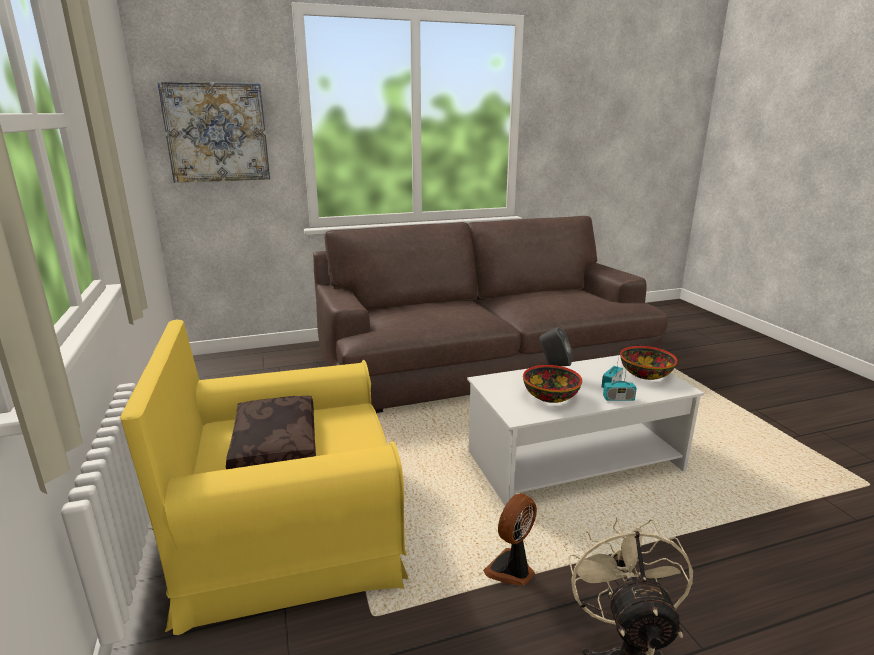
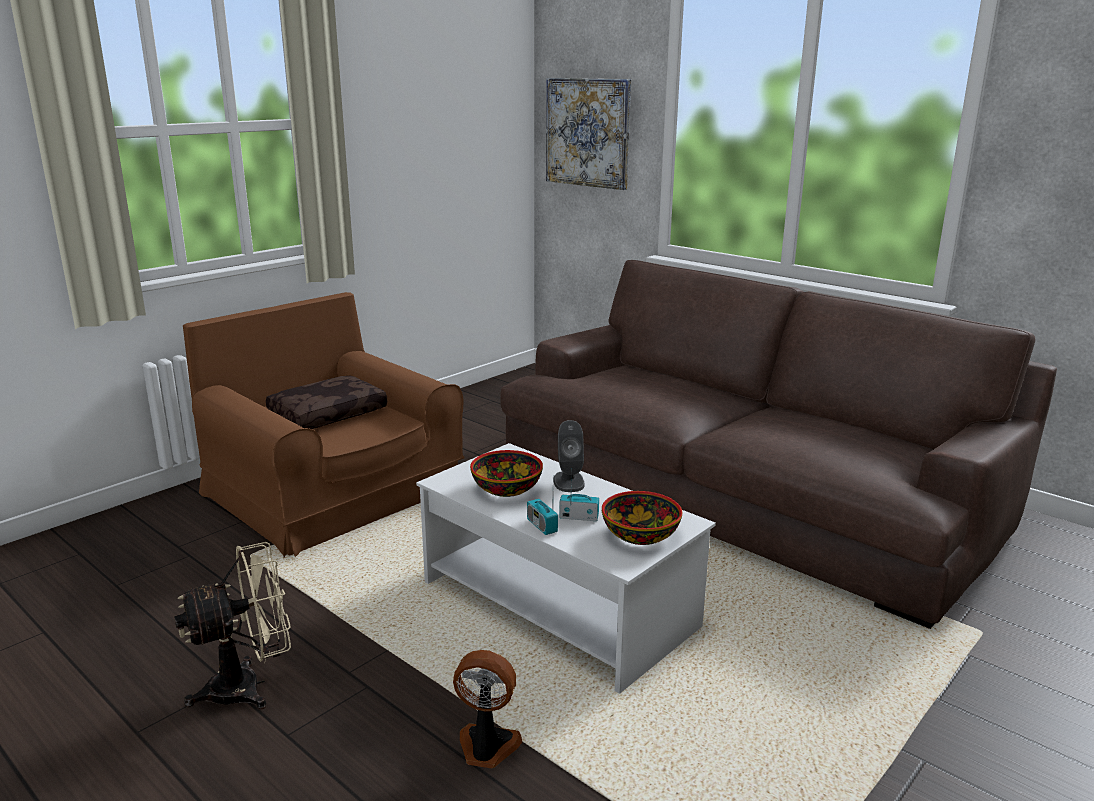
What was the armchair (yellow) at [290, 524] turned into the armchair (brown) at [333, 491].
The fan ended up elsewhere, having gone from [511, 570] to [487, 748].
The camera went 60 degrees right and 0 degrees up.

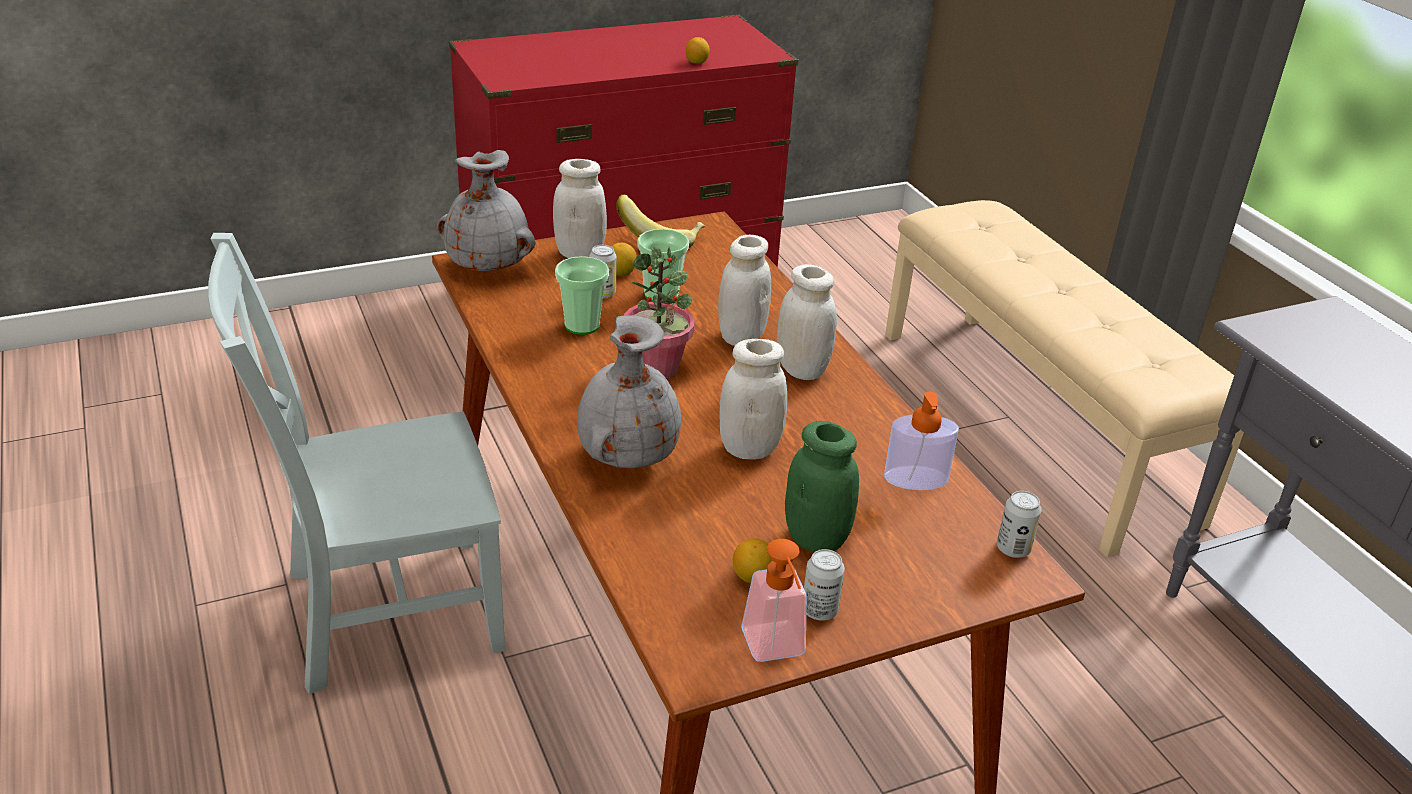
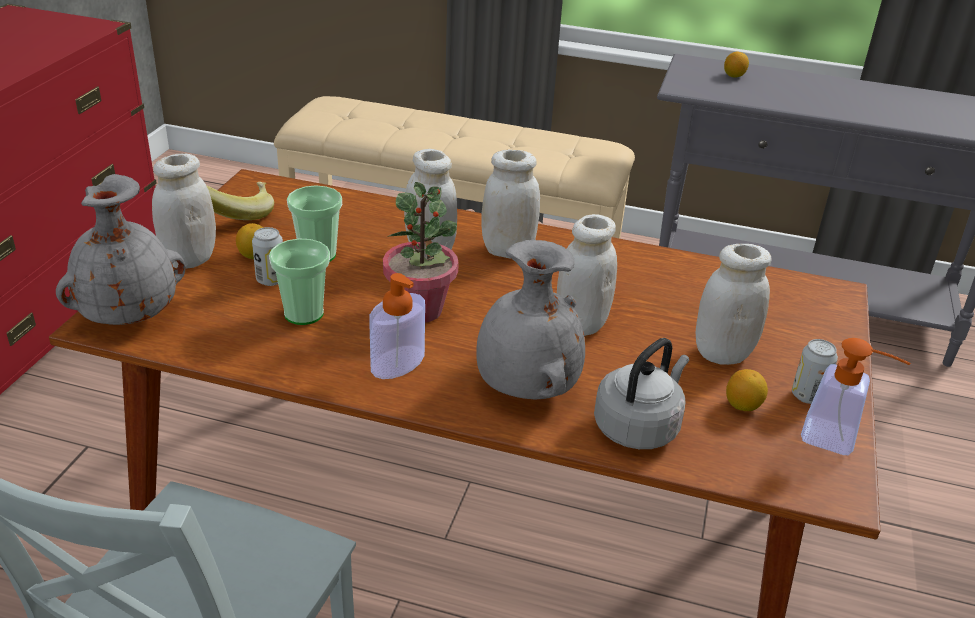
The lemon ended up elsewhere, having gone from [697, 62] to [734, 76].
The soap dispenser ended up elsewhere, having gone from [916, 478] to [398, 362].
What was the jar (green) at [816, 539] turned into the jar (white) at [722, 353].
The second view lost the can at [1013, 549].
The second view gained the kettle (grey) at [638, 427].
The camera went 50 degrees left and 0 degrees up.

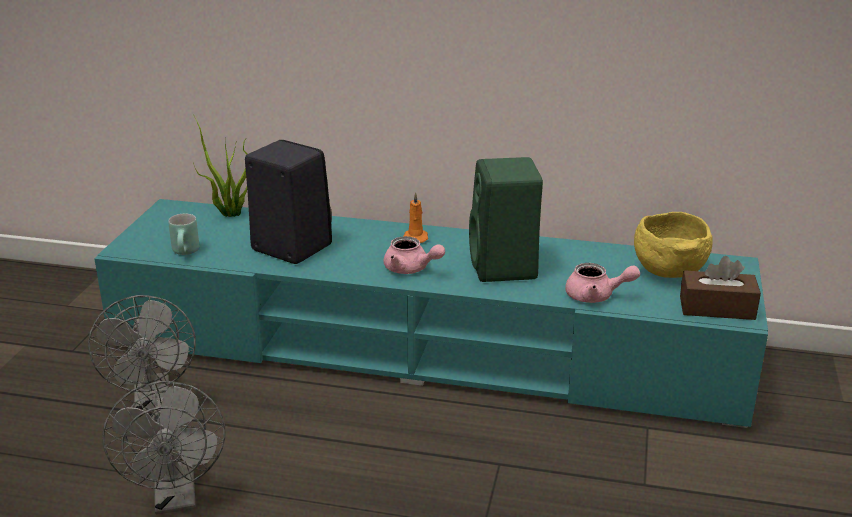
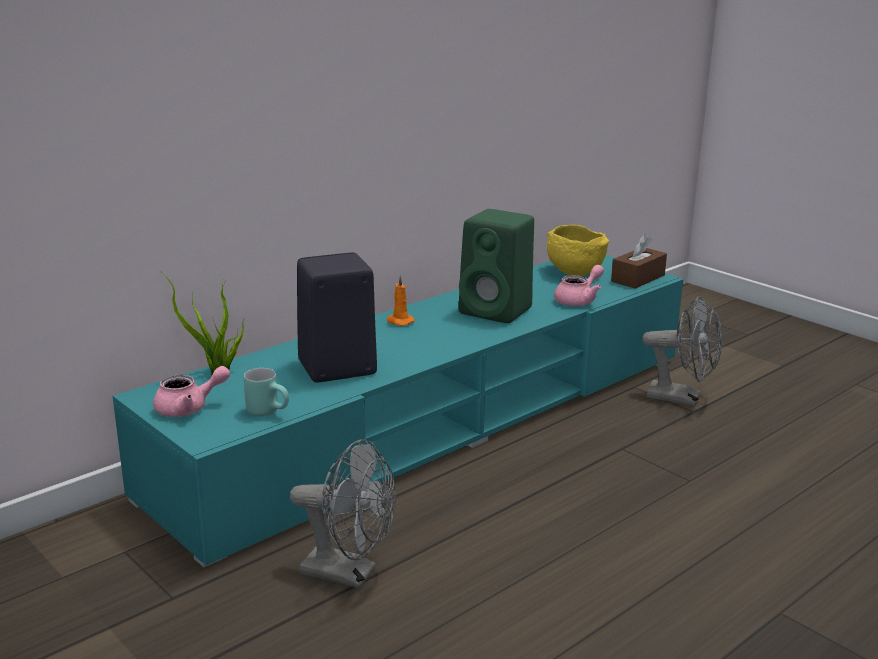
The teapot (pink) ended up elsewhere, having gone from [411, 269] to [189, 408].
The fan (grey) ended up elsewhere, having gone from [176, 498] to [682, 398].
The camera went 55 degrees left and 5 degrees down.

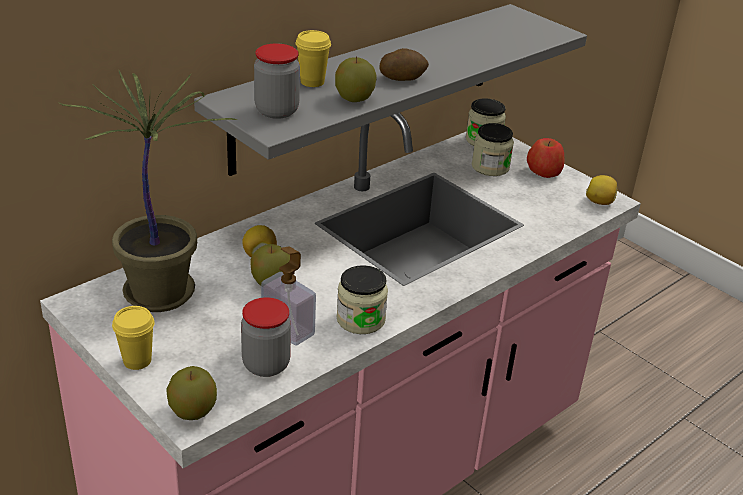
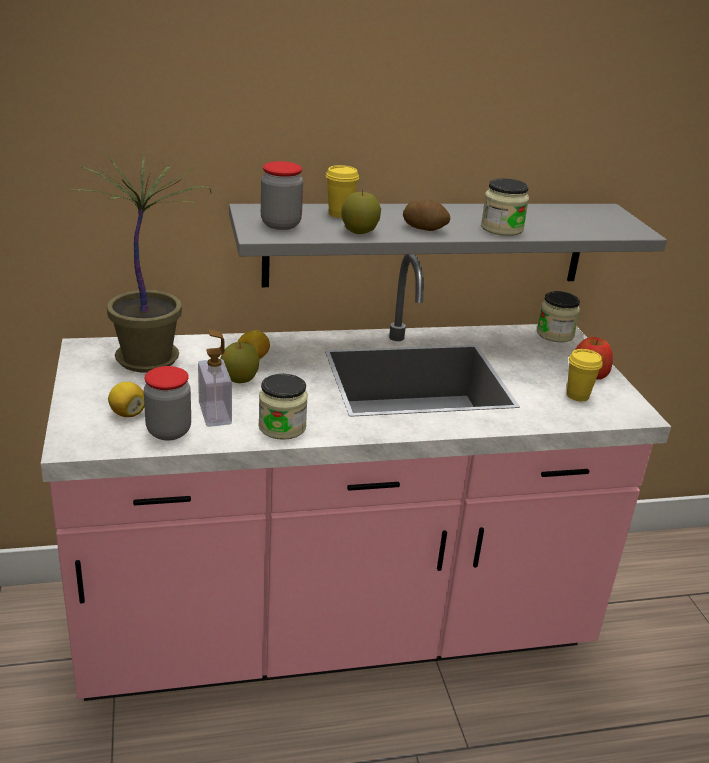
The jar ended up elsewhere, having gone from [490, 167] to [501, 228].
The lemon ended up elsewhere, having gone from [599, 202] to [127, 413].
The cup (yellow) ended up elsewhere, having gone from [137, 360] to [577, 395].
The second view lost the apple at [193, 411].
The camera went 30 degrees right and 5 degrees down.

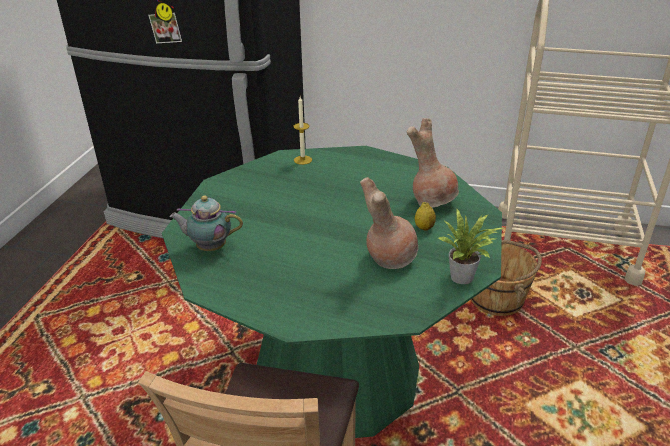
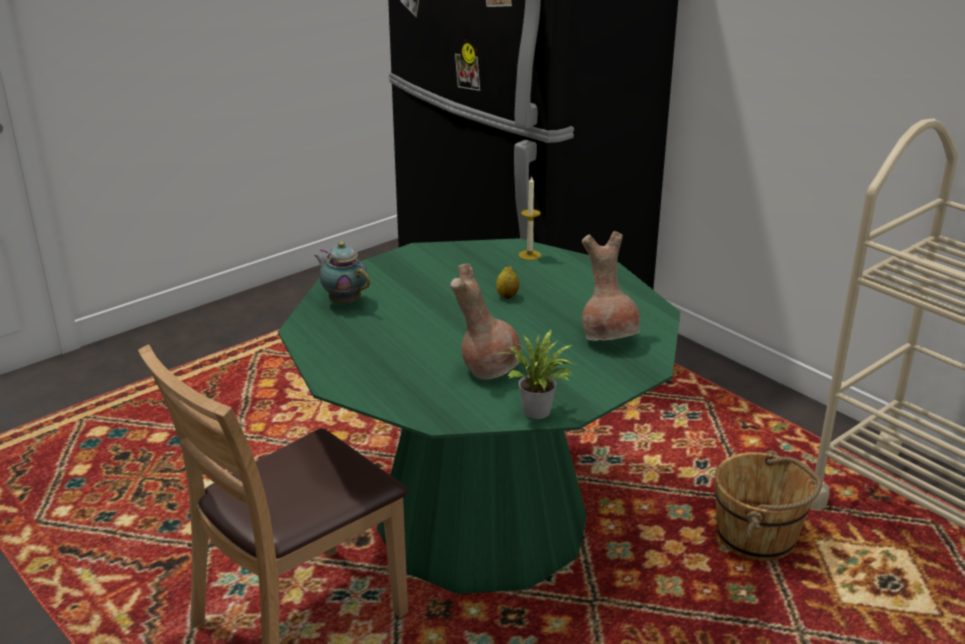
The lemon ended up elsewhere, having gone from [424, 228] to [507, 296].
The camera went 35 degrees right and 5 degrees down.

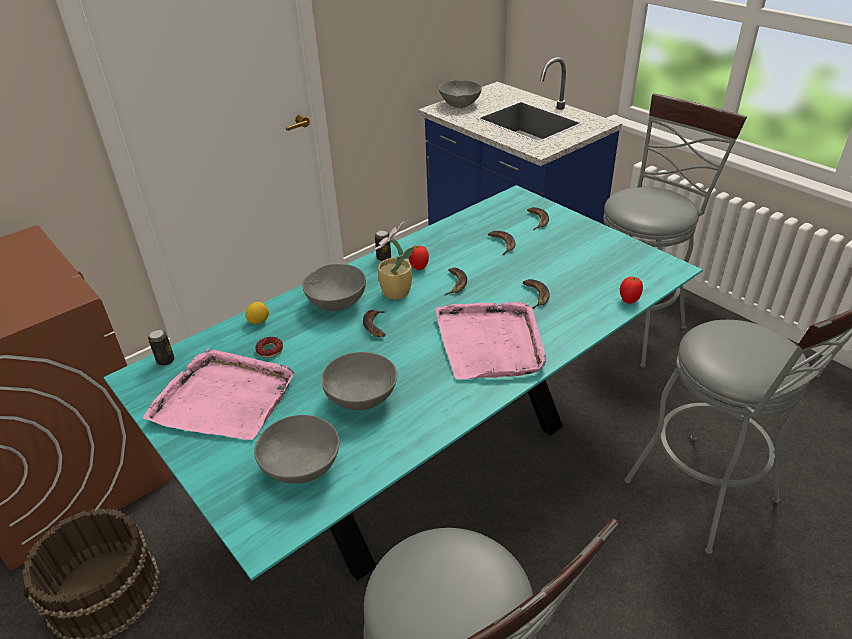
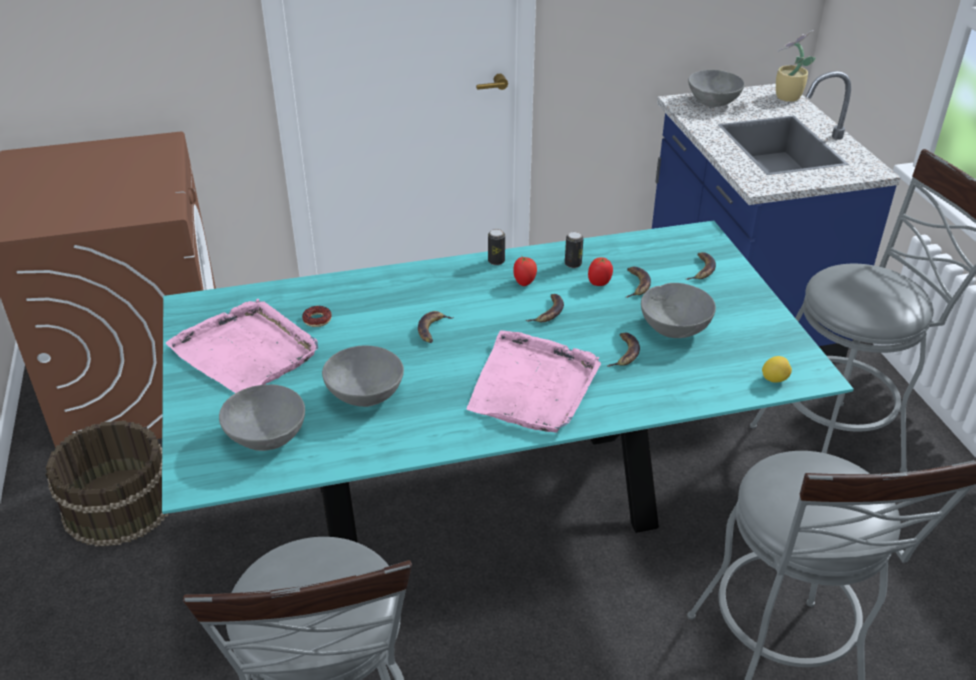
The potted plant ended up elsewhere, having gone from [395, 293] to [786, 97].
The bowl (grey) ended up elsewhere, having gone from [336, 302] to [674, 328].
The tomato ended up elsewhere, having gone from [629, 300] to [599, 283].
The lemon ended up elsewhere, having gone from [258, 321] to [774, 379].
The can ended up elsewhere, having gone from [165, 360] to [573, 264].
The camera went 25 degrees right and 0 degrees up.

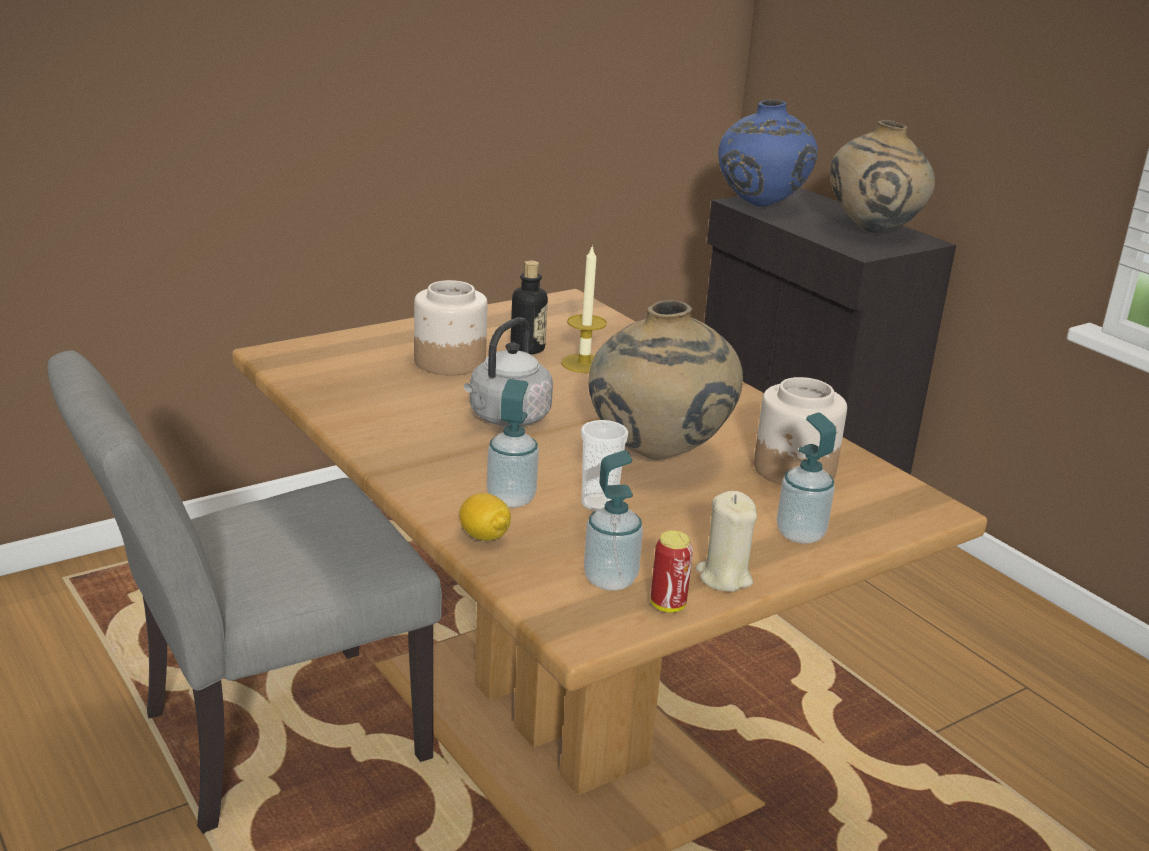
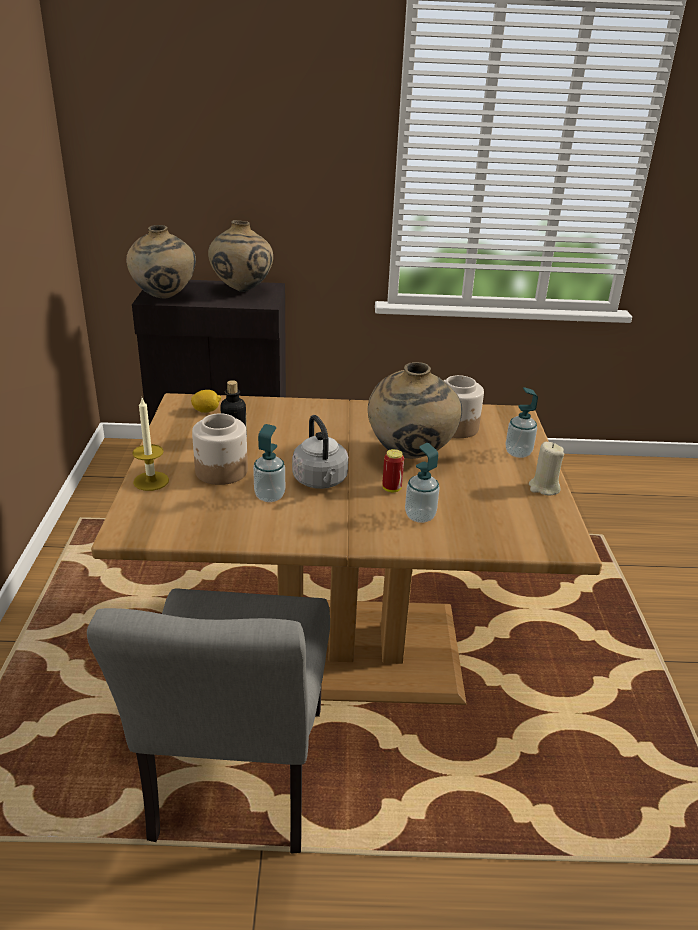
What was the vase (blue) at [761, 207] turned into the vase (beige) at [165, 298].
The candle ended up elsewhere, having gone from [584, 364] to [151, 481].
The second view lost the cup at [599, 503].
The soap dispenser ended up elsewhere, having gone from [610, 580] to [269, 496].
The lemon ended up elsewhere, having gone from [484, 536] to [206, 411].
The can ended up elsewhere, having gone from [668, 605] to [391, 489].
The camera went 55 degrees left and 5 degrees up.

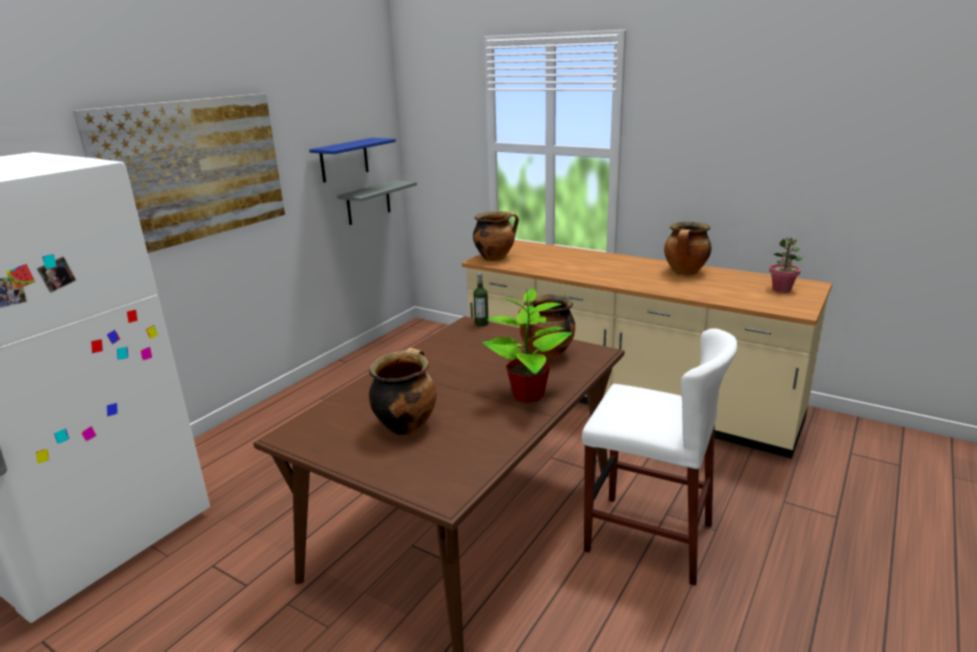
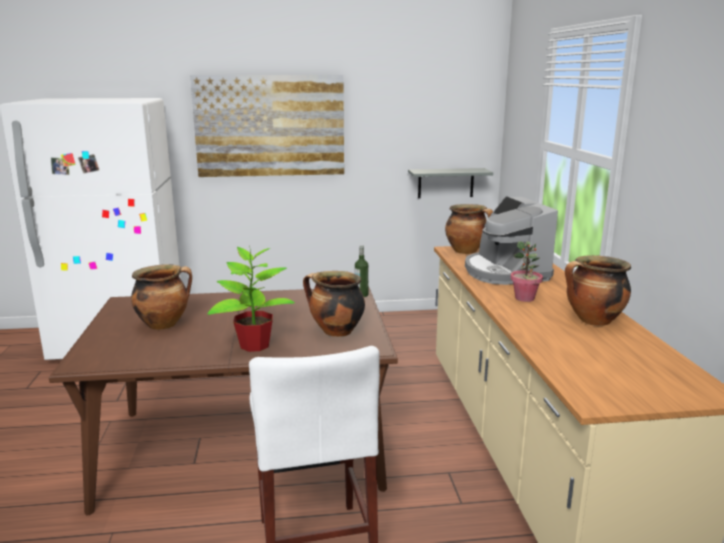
The second view lost the shelf (blue) at [344, 160].
The potted plant ended up elsewhere, having gone from [782, 289] to [524, 298].
The second view gained the coffee machine at [504, 272].
The camera went 50 degrees right and 5 degrees down.

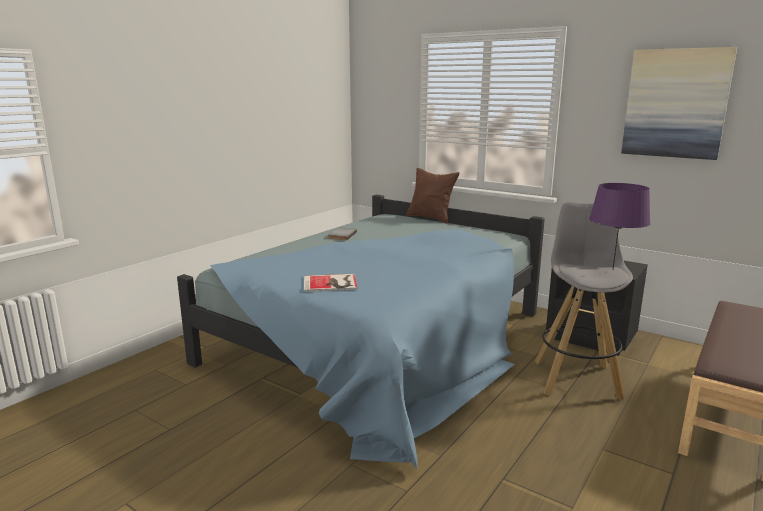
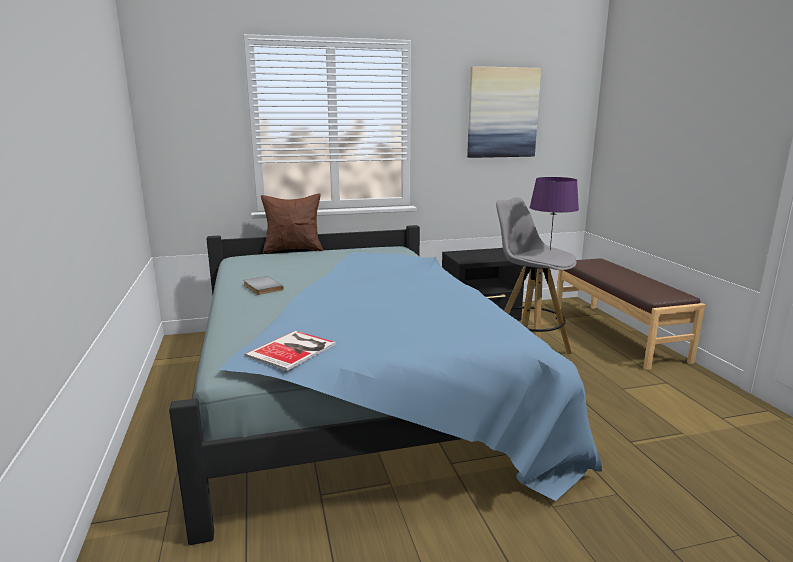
The book ended up elsewhere, having gone from [331, 283] to [294, 350].
The camera went 50 degrees left and 0 degrees up.

